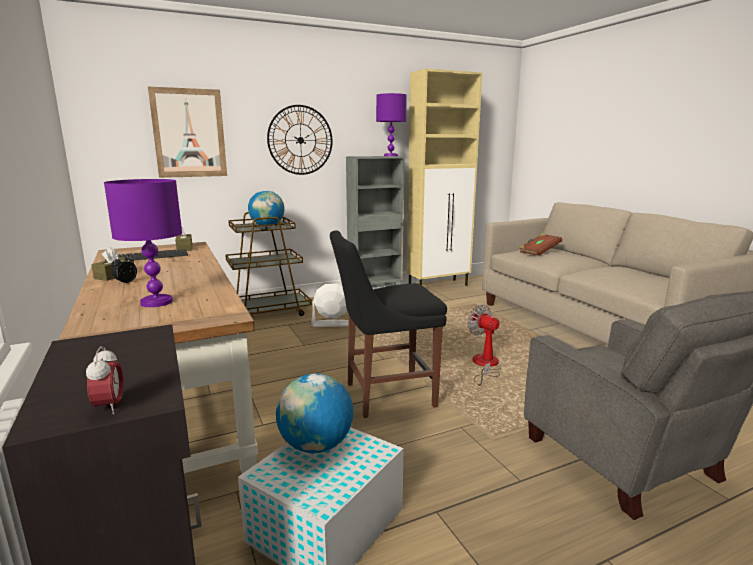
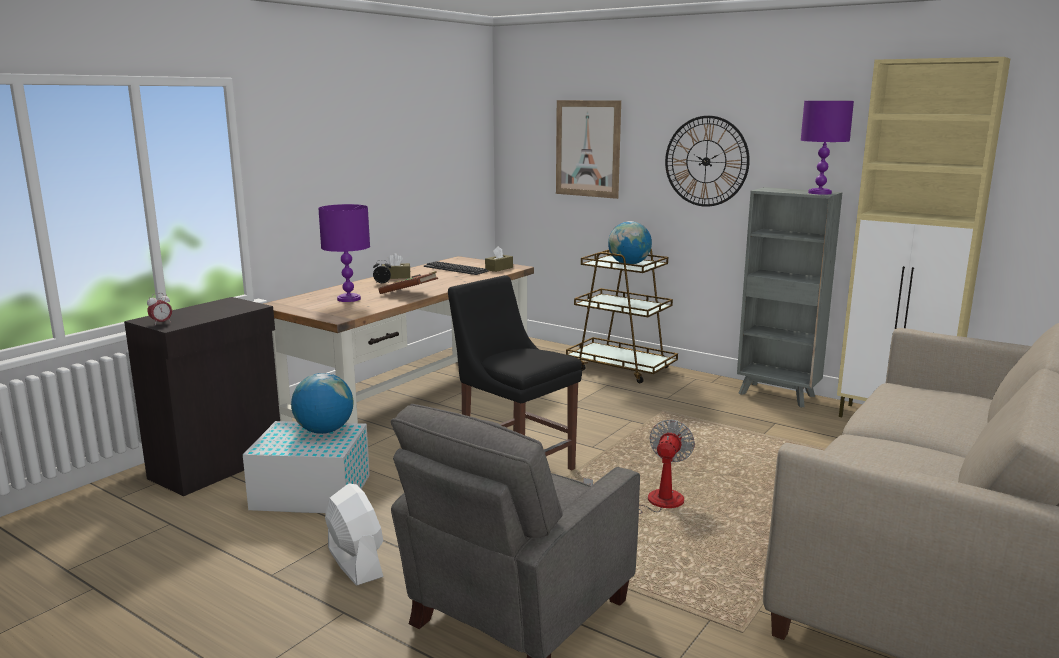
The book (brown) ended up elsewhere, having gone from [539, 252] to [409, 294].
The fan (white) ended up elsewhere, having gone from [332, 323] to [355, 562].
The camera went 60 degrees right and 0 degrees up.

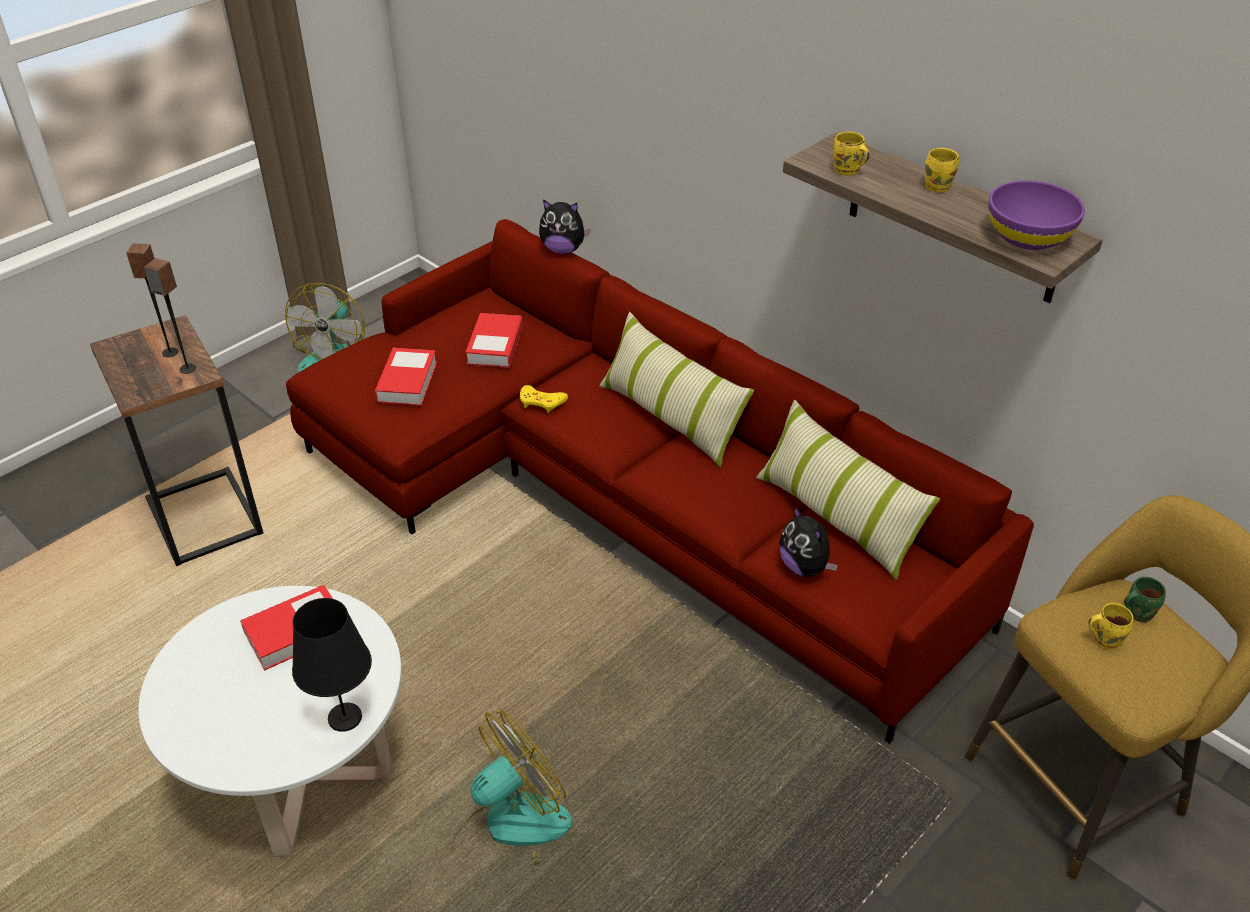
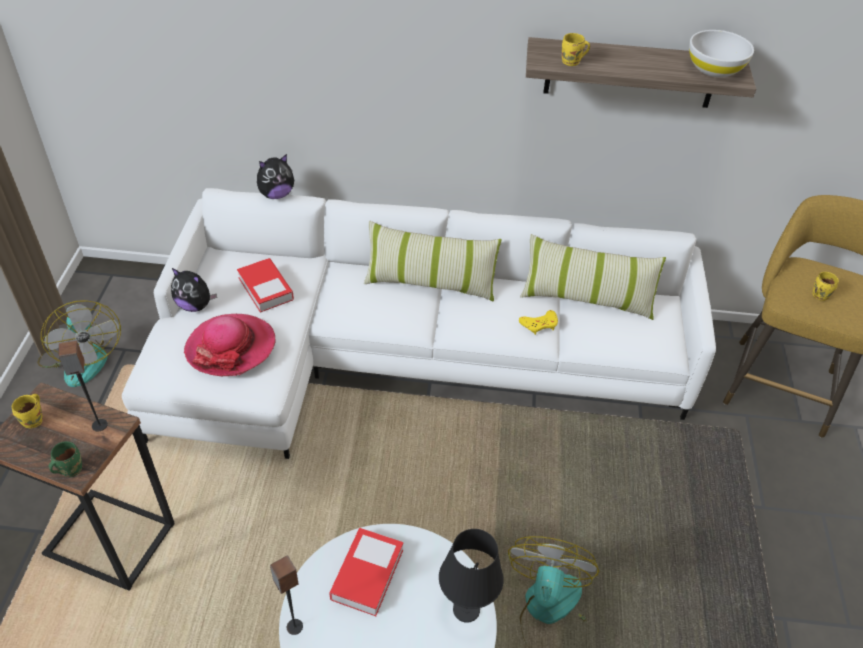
The mug (yellow) ended up elsewhere, having gone from [940, 187] to [35, 420].
What was the bowl (purple) at [1027, 237] turned into the bowl (white) at [714, 69].
What was the sofa (red) at [624, 500] turned into the sofa (white) at [404, 356].
The speaker ended up elsewhere, having gone from [169, 352] to [294, 627].
Where the book stood at [407, 382], the hat came to stand at [231, 347].
The game controller (yellow) ended up elsewhere, having gone from [542, 402] to [539, 324].
The plush toy ended up elsewhere, having gone from [804, 567] to [195, 305].
The mug (green) ended up elsewhere, having gone from [1136, 612] to [69, 469].
The camera went 40 degrees left and 5 degrees up.

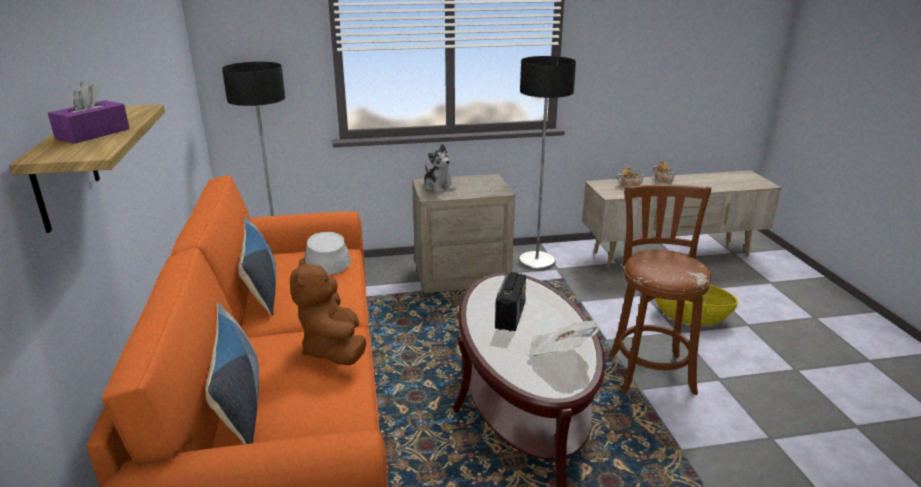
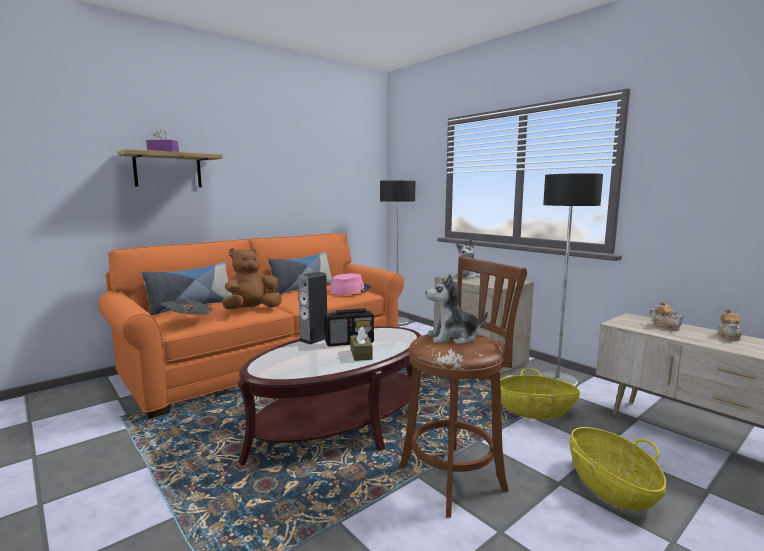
What was the hat (grey) at [326, 259] turned into the hat (pink) at [350, 290].
The newspaper ended up elsewhere, having gone from [559, 354] to [190, 321].
The second view gained the speaker at [314, 339].
The second view gained the plush toy at [453, 338].
The second view gained the tissue box (brown) at [361, 354].
The second view gained the basket at [534, 411].
The camera went 60 degrees right and 15 degrees down.

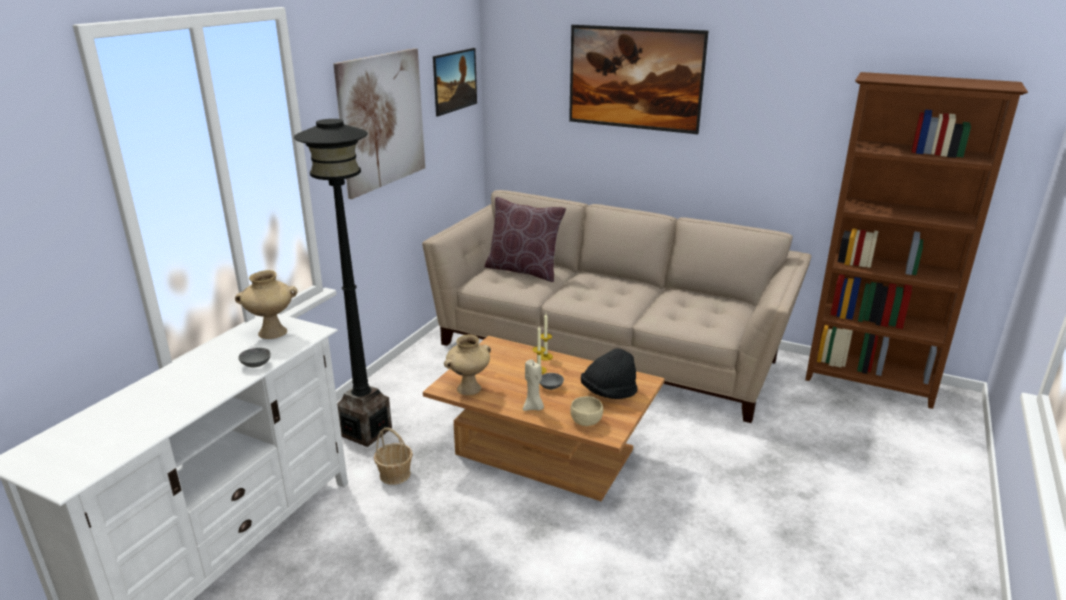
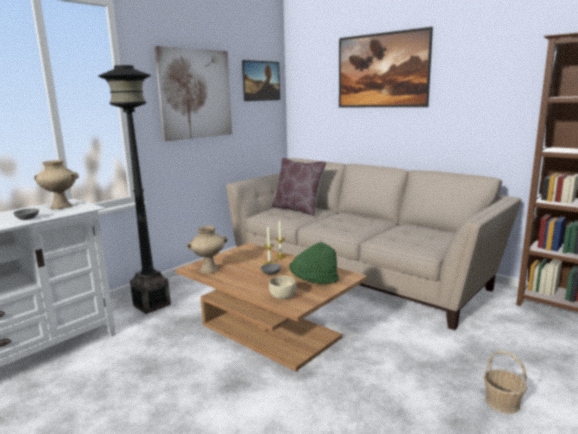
What was the hat (black) at [608, 393] turned into the hat (green) at [314, 280].
The second view lost the candle (beige) at [533, 408].
The basket ended up elsewhere, having gone from [395, 474] to [502, 402].
The camera went 15 degrees right and 10 degrees down.

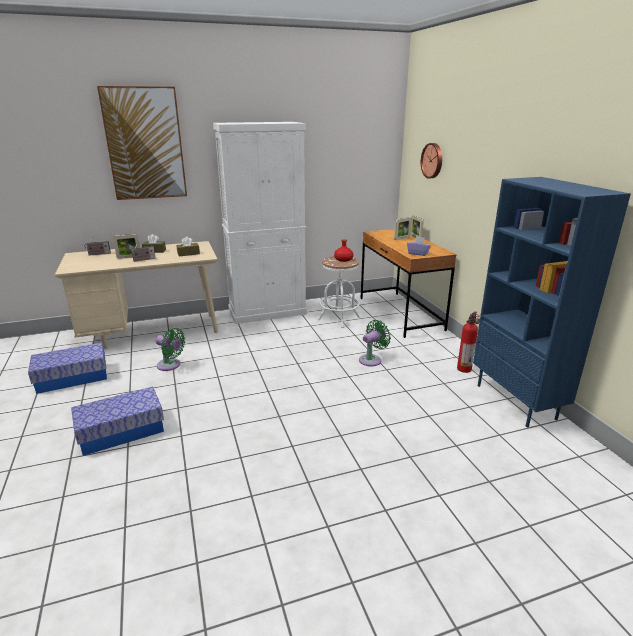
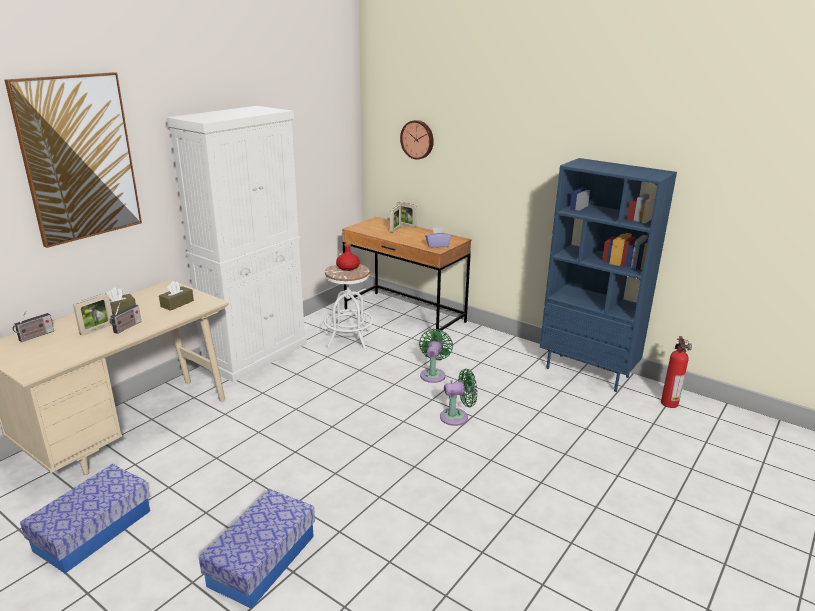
The fire extinguisher ended up elsewhere, having gone from [464, 368] to [669, 402].
The fan (green) ended up elsewhere, having gone from [170, 365] to [457, 417].
The camera went 35 degrees left and 0 degrees up.

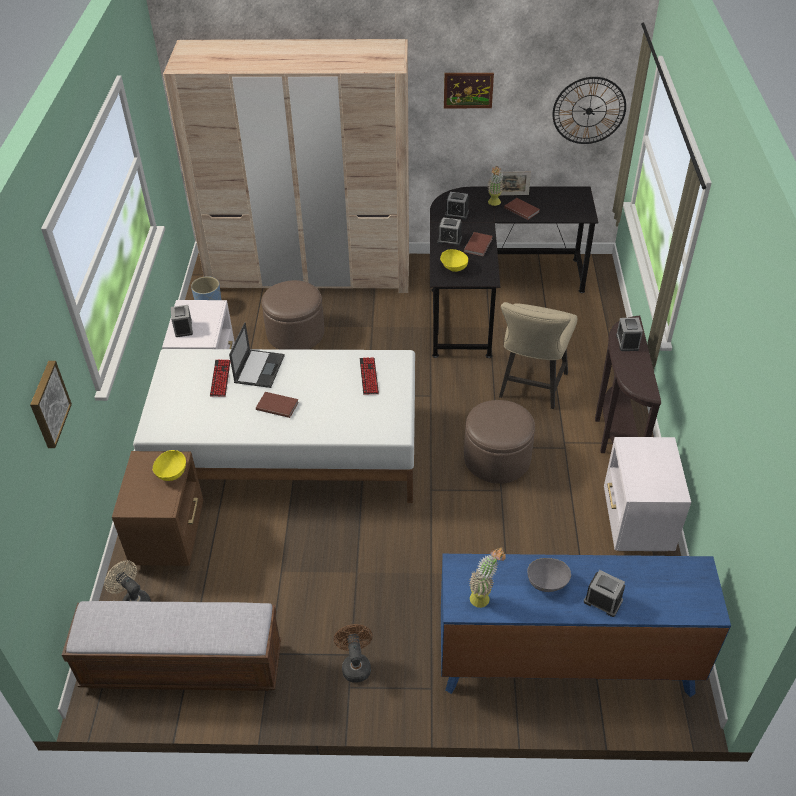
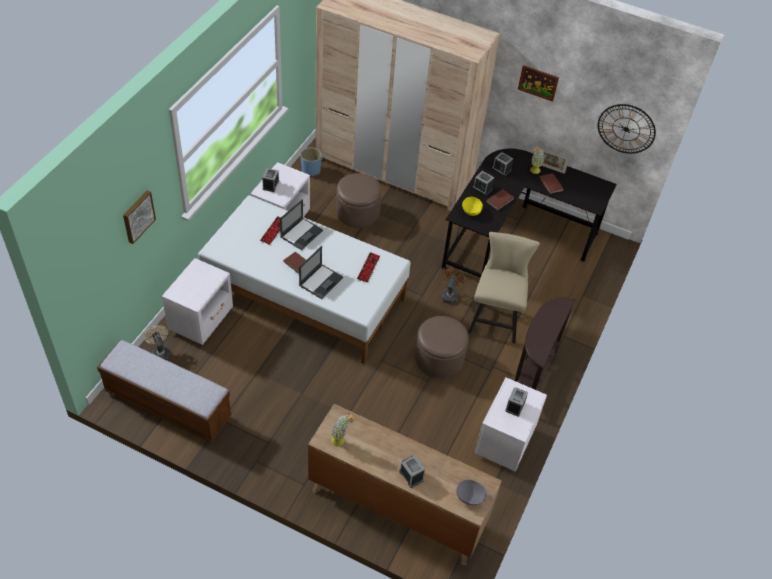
The chair (beige) at [531, 388] ended up facing another way, 150 degrees clockwise from before.
The alarm clock ended up elsewhere, having gone from [627, 342] to [515, 406].
The second view lost the bowl (yellow) at [171, 472].
What was the nightstand (brown) at [170, 536] turned into the nightstand (white) at [202, 321].
What was the dresser (blue) at [565, 661] turned into the dresser (brown) at [396, 507].
The bowl (grey) ended up elsewhere, having gone from [547, 582] to [470, 497].
The fan (brown) ended up elsewhere, having gone from [355, 665] to [450, 295].
The second view gained the laptop at [321, 281].
The camera went 20 degrees right and 5 degrees up.

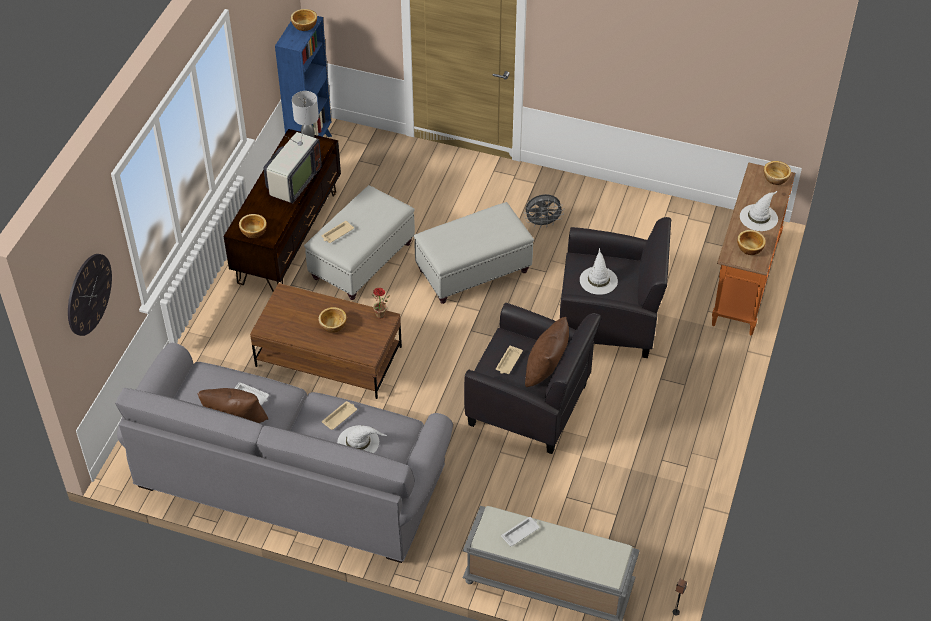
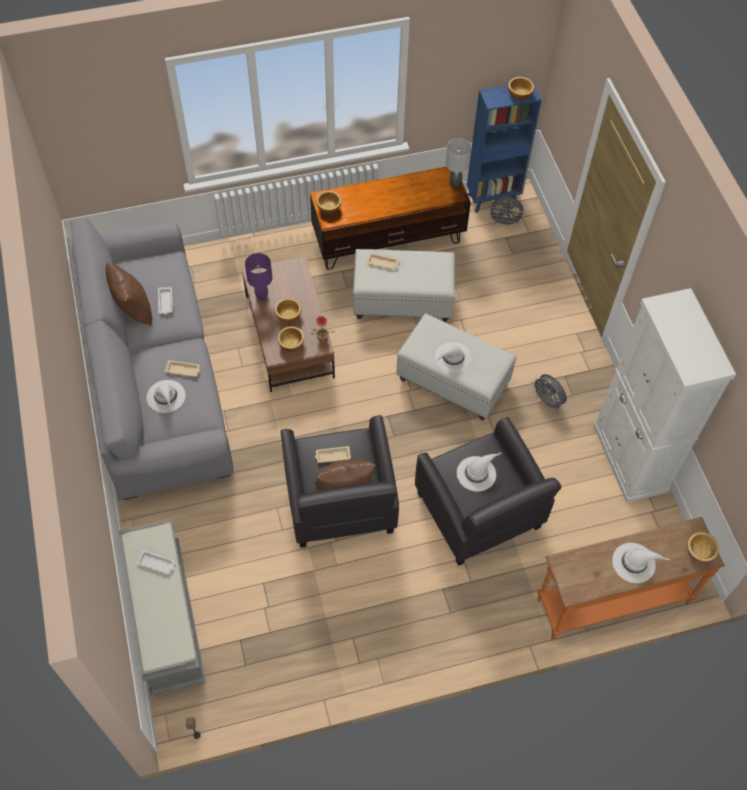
The second view lost the television at [292, 183].
The bowl ended up elsewhere, having gone from [749, 248] to [291, 343].
The second view lost the wall clock at [89, 294].
The second view gained the fan (grey) at [504, 222].
The second view gained the table lamp (purple) at [261, 296].
The second view gained the cabinet (white) at [630, 459].
The second view gained the hat (white) at [452, 358].
The camera went 55 degrees right and 10 degrees up.

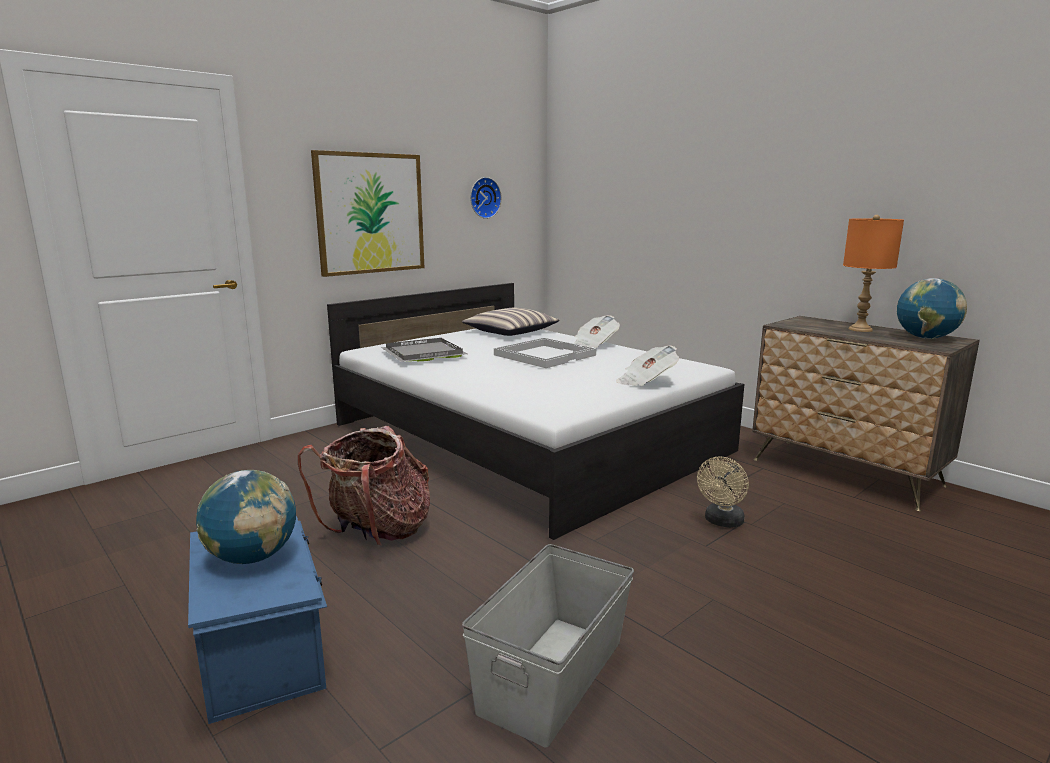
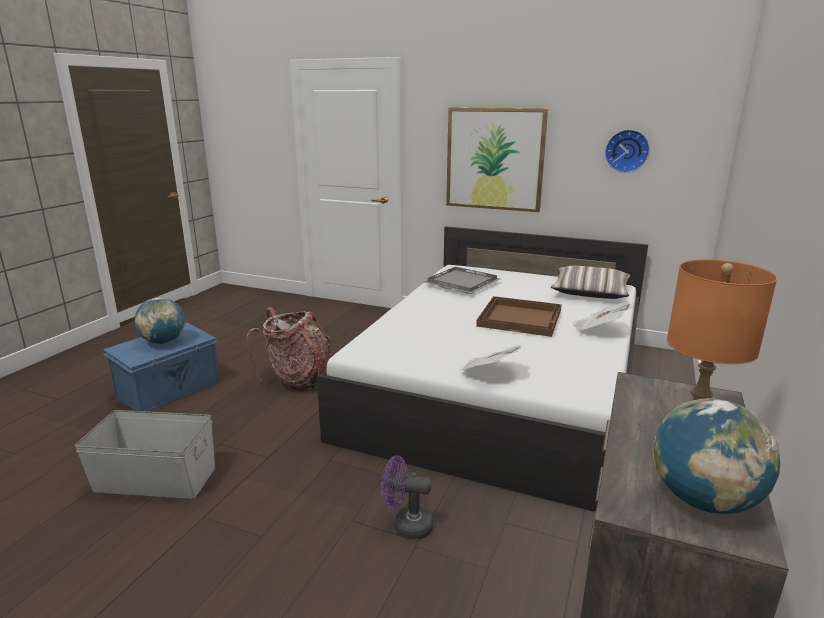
What was the tray (white) at [544, 355] turned into the tray (brown) at [521, 318].
What was the fan (beige) at [722, 522] turned into the fan (purple) at [406, 525].
The camera went 65 degrees right and 5 degrees up.

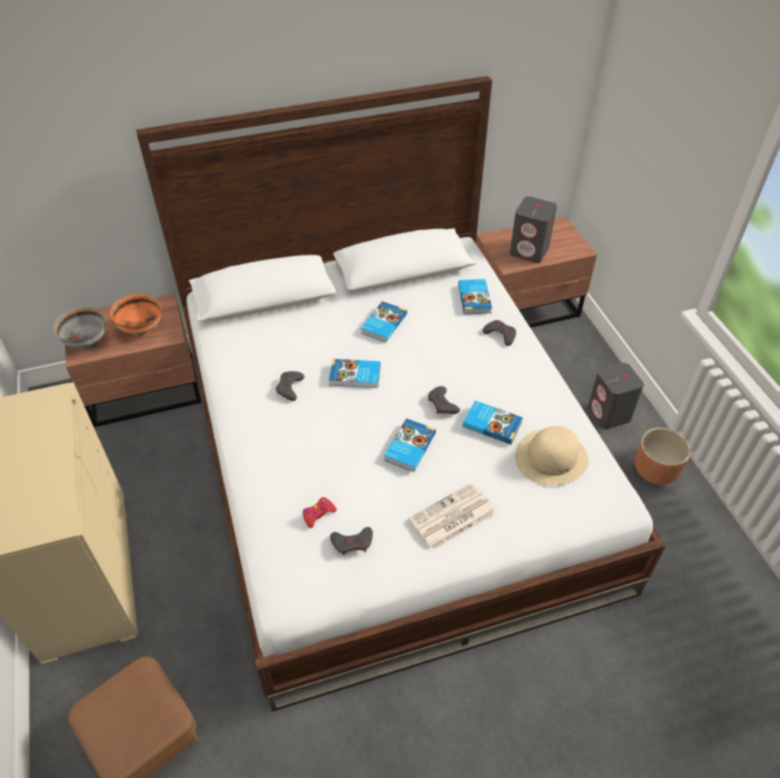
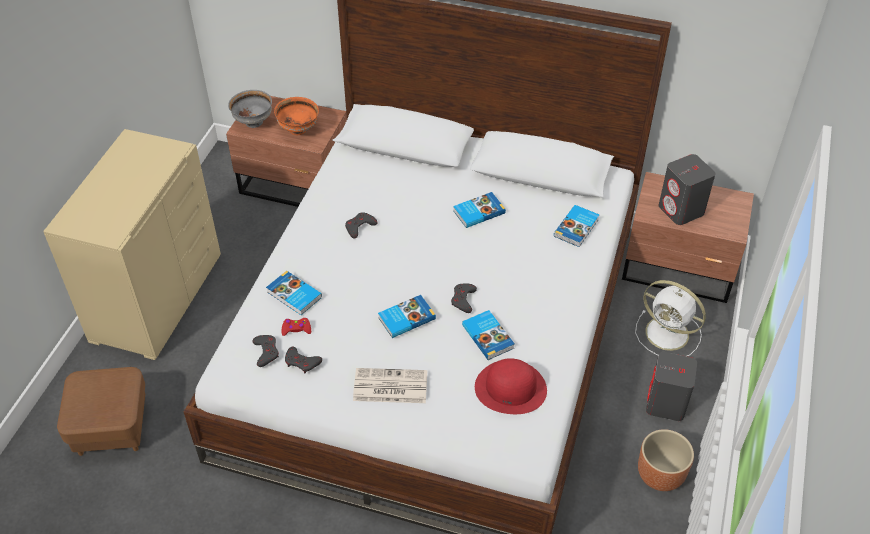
The game controller (grey) ended up elsewhere, having gone from [500, 334] to [266, 352].
The book ended up elsewhere, having gone from [355, 376] to [293, 295].
What was the hat (beige) at [551, 457] turned into the hat (red) at [511, 388].
The second view gained the fan (white) at [669, 334].
The camera went 35 degrees right and 0 degrees up.

